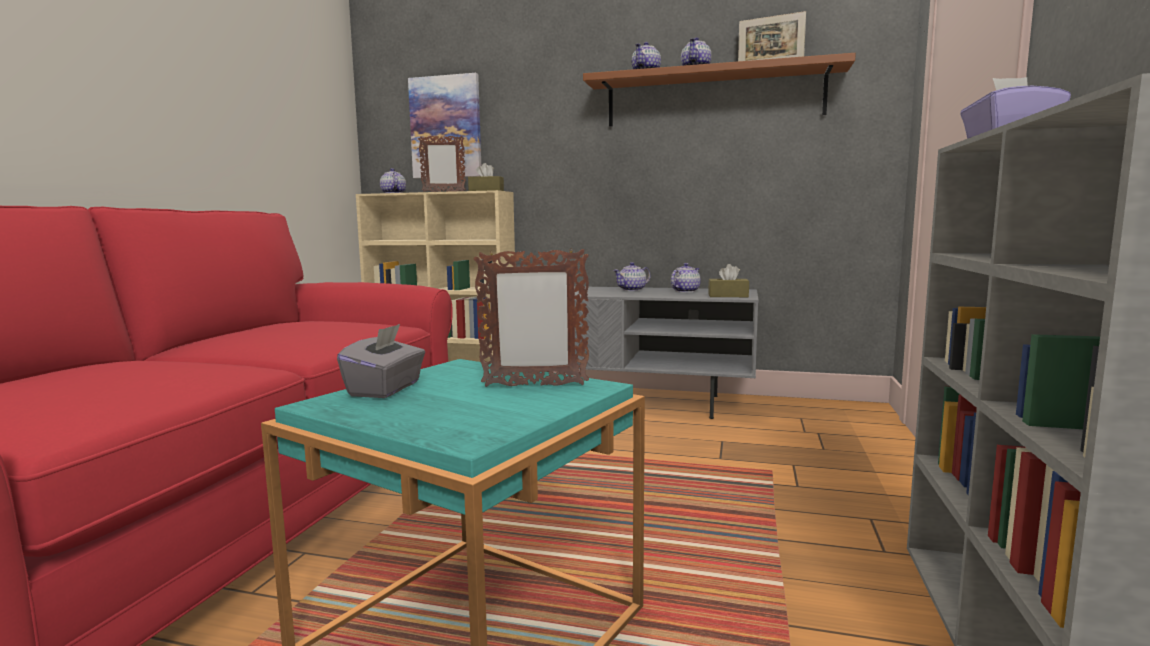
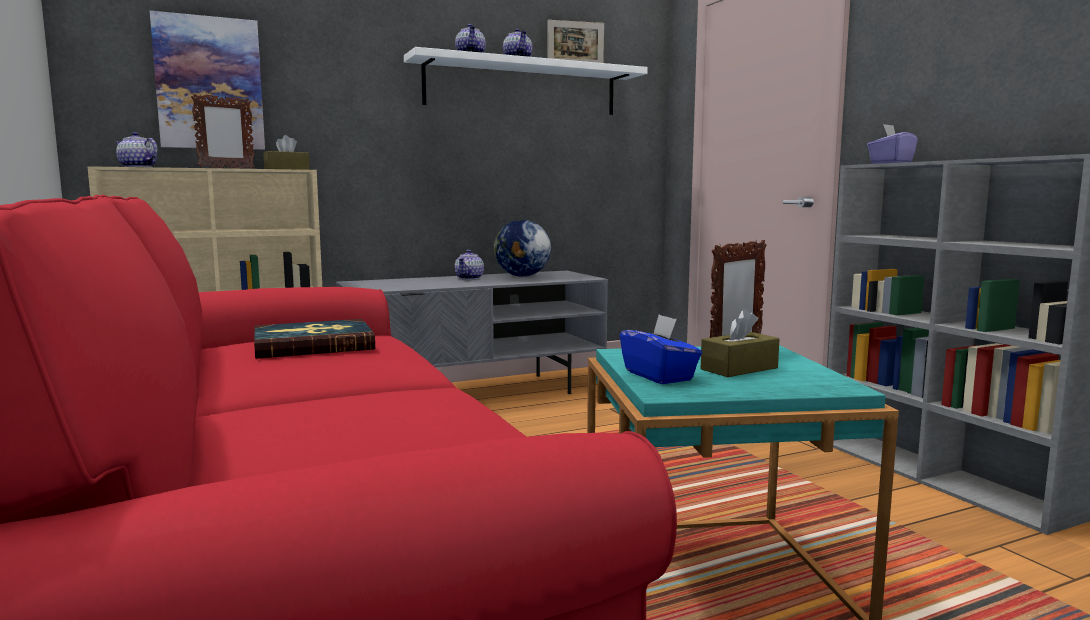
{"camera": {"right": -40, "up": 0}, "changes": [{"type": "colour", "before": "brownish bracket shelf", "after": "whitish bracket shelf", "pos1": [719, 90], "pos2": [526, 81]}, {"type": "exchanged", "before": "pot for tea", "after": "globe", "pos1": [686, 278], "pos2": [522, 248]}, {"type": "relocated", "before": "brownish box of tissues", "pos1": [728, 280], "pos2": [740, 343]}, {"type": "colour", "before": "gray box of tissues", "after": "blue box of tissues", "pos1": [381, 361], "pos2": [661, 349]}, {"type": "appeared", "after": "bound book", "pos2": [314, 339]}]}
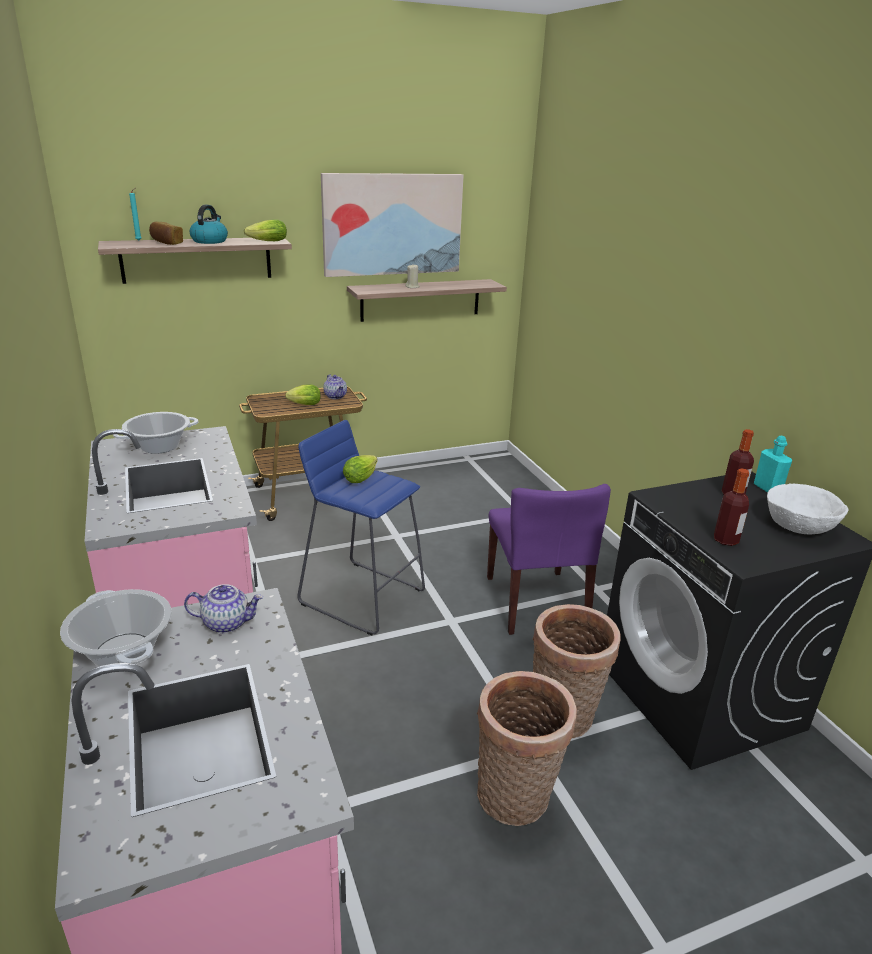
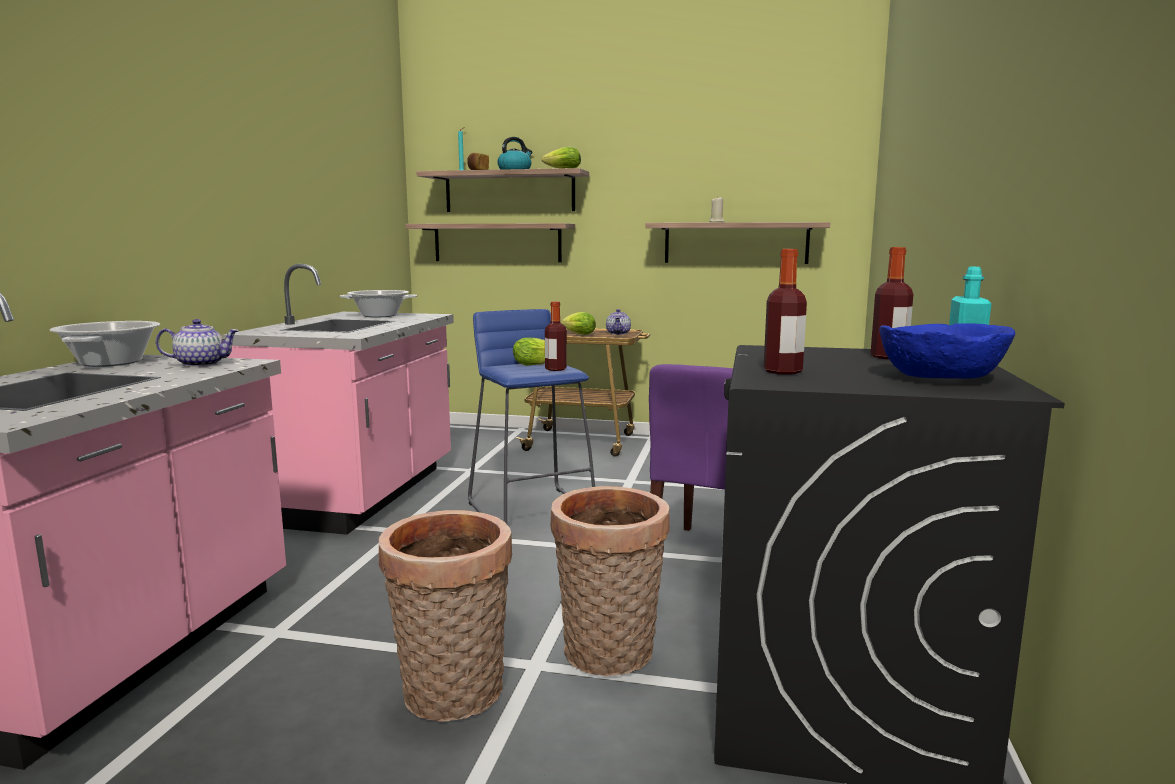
{"camera": {"right": 35, "up": -15}, "changes": [{"type": "missing", "before": "wall art", "pos1": [392, 225]}, {"type": "colour", "before": "whitish bowl", "after": "blue bowl", "pos1": [808, 509], "pos2": [947, 351]}, {"type": "spun", "before": "pot for tea", "pos1": [223, 608], "pos2": [197, 343], "turn": -45}, {"type": "appeared", "after": "bracket shelf", "pos2": [490, 242]}, {"type": "appeared", "after": "drink bottle", "pos2": [556, 336]}]}
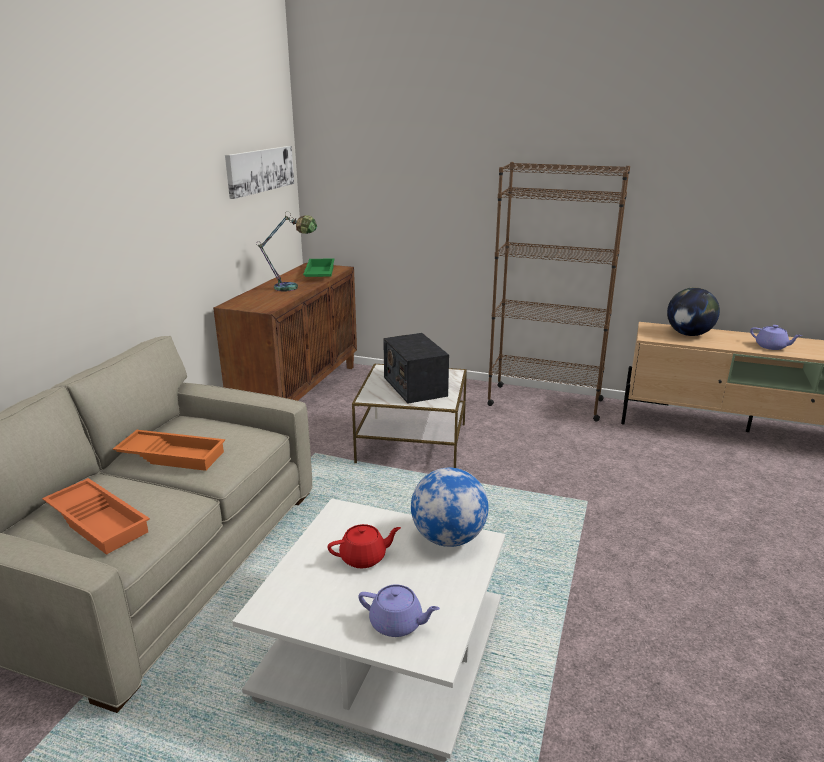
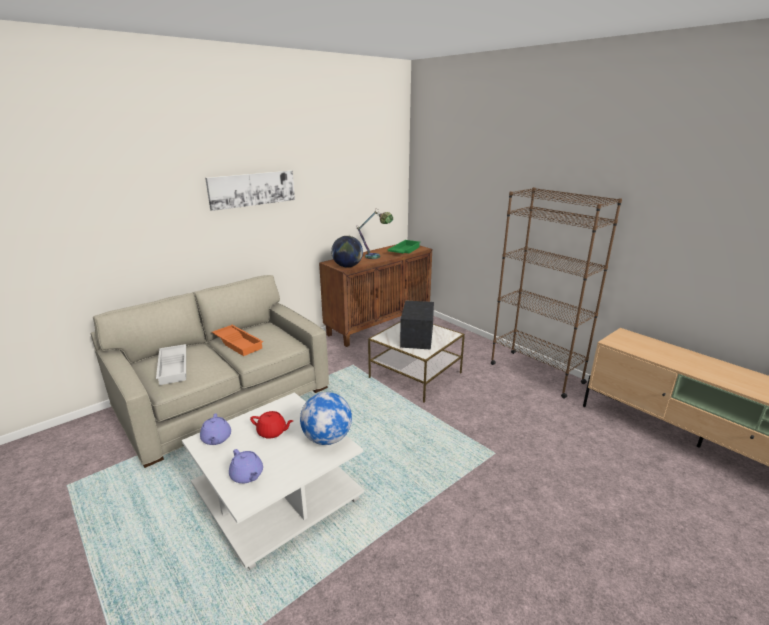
{"camera": {"right": 30, "up": 0}, "changes": [{"type": "relocated", "before": "wall art", "pos1": [259, 172], "pos2": [250, 190]}, {"type": "relocated", "before": "globe", "pos1": [693, 311], "pos2": [347, 252]}, {"type": "relocated", "before": "purplish pot for tea", "pos1": [776, 337], "pos2": [215, 429]}, {"type": "colour", "before": "orange-coloured serving tray", "after": "whitish serving tray", "pos1": [96, 516], "pos2": [171, 364]}]}
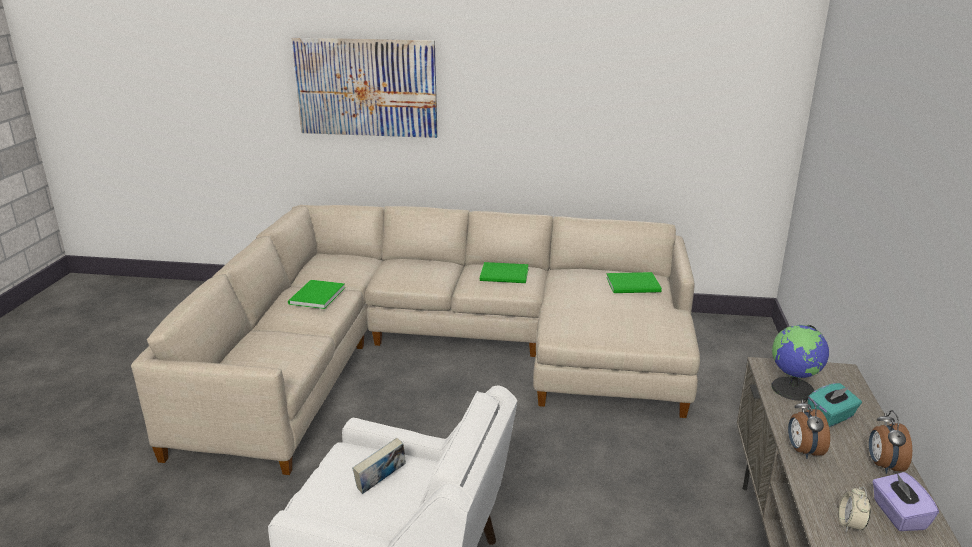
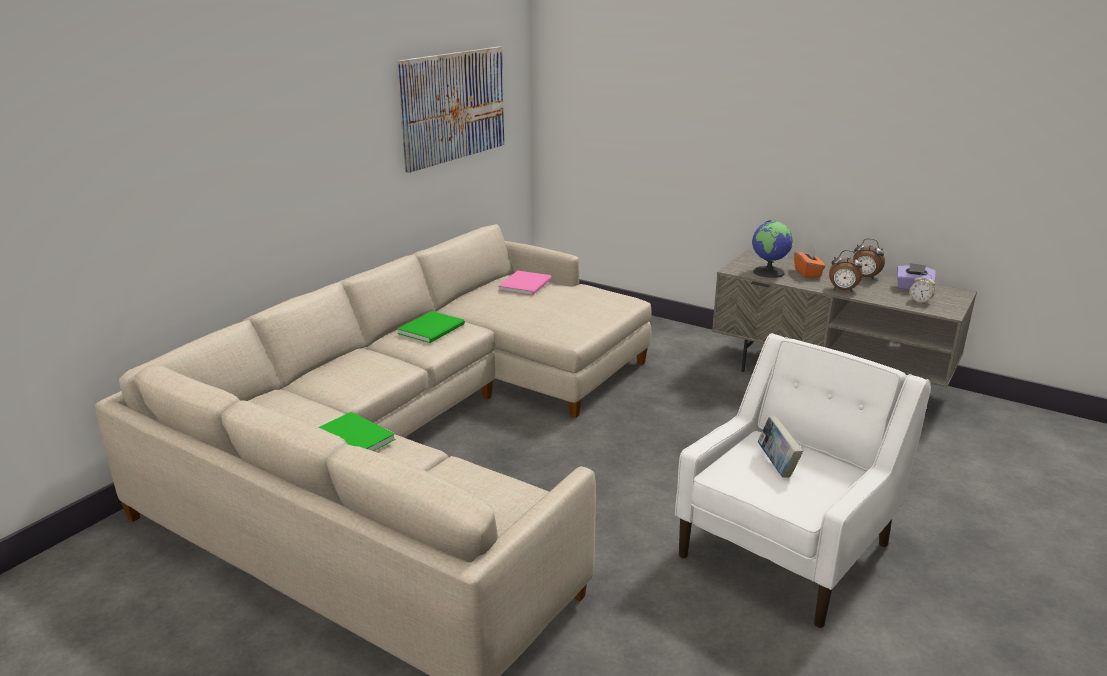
{"camera": {"right": -65, "up": 0}, "changes": [{"type": "relocated", "before": "wall art", "pos1": [364, 88], "pos2": [450, 110]}, {"type": "colour", "before": "green bound book", "after": "pinkish bound book", "pos1": [634, 282], "pos2": [525, 283]}, {"type": "colour", "before": "turquoise-coloured box of tissues", "after": "orange-coloured box of tissues", "pos1": [835, 405], "pos2": [809, 262]}]}
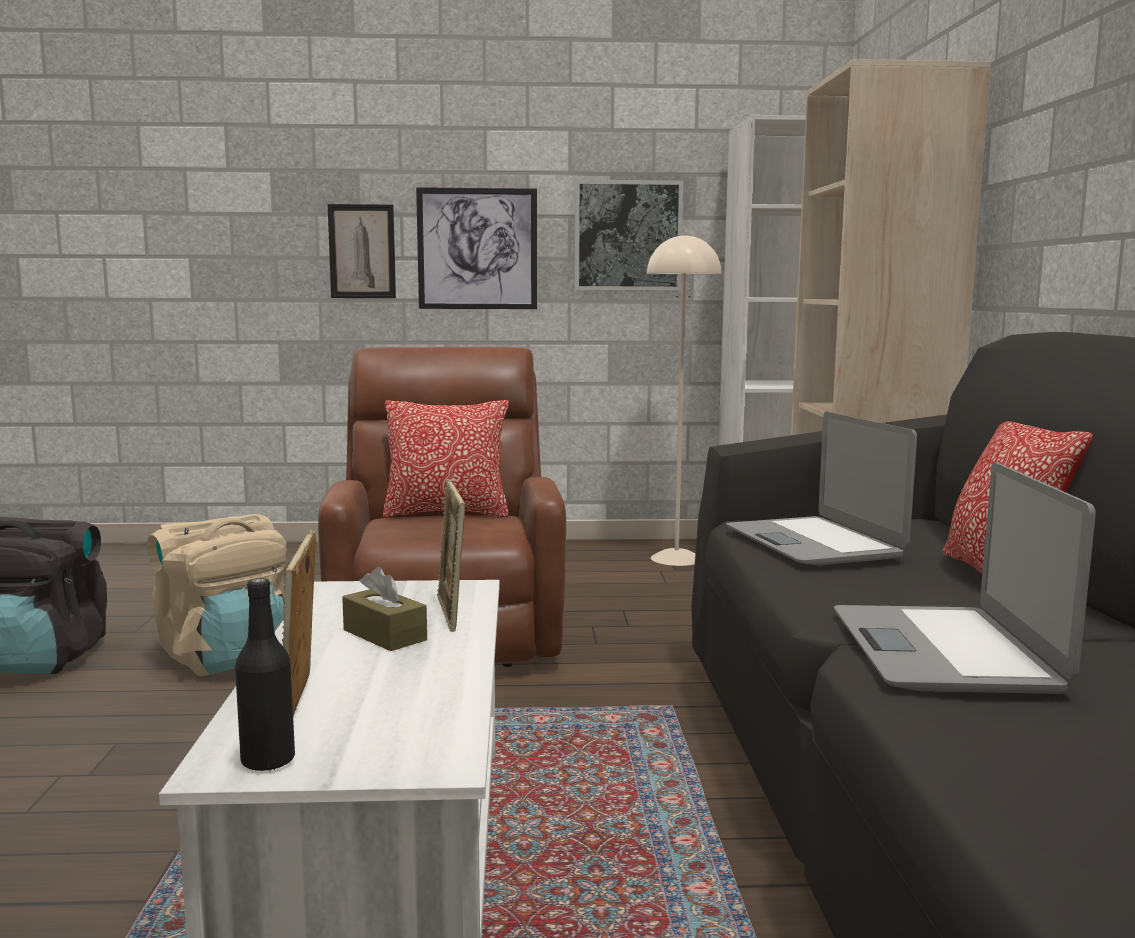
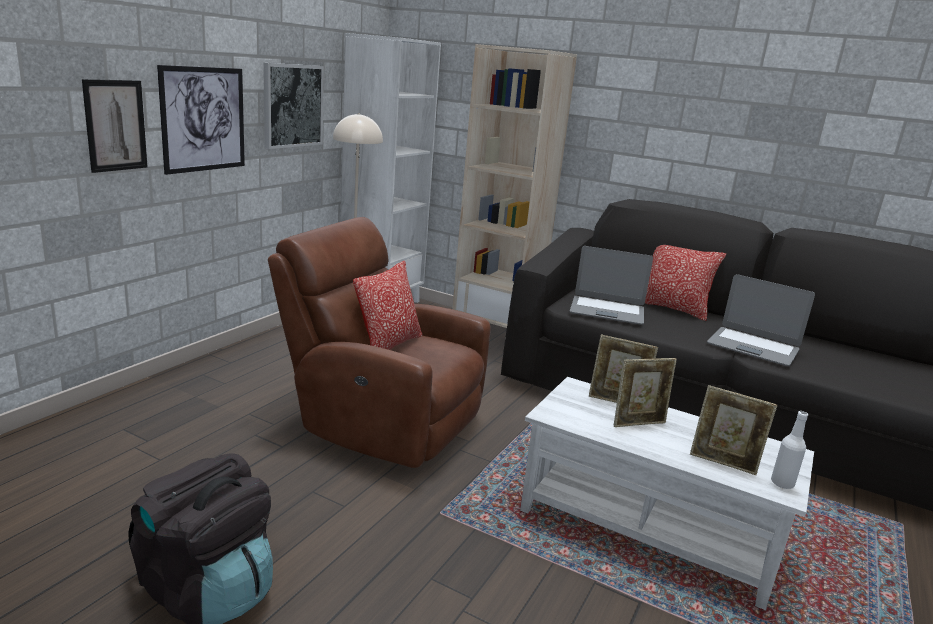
{"camera": {"right": -60, "up": 10}, "changes": [{"type": "missing", "before": "sand-coloured rucksack", "pos1": [216, 595]}, {"type": "exchanged", "before": "brownish box of tissues", "after": "standing frame", "pos1": [384, 609], "pos2": [645, 392]}, {"type": "colour", "before": "black drink bottle", "after": "whitish drink bottle", "pos1": [265, 674], "pos2": [789, 450]}]}
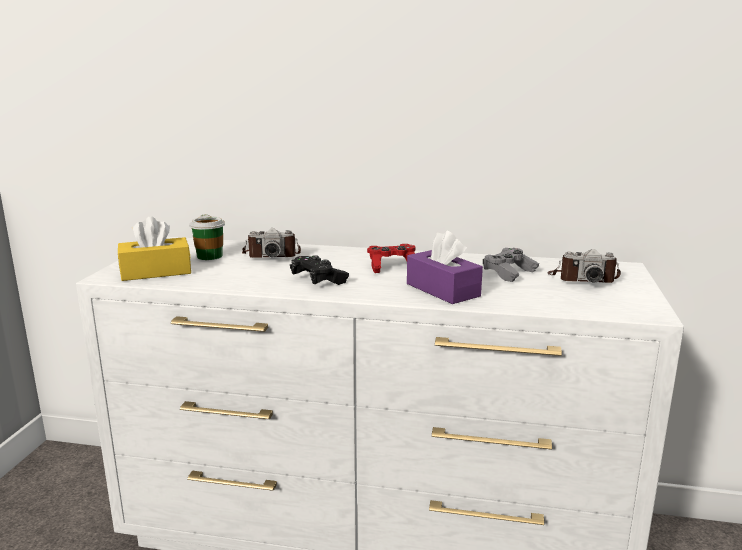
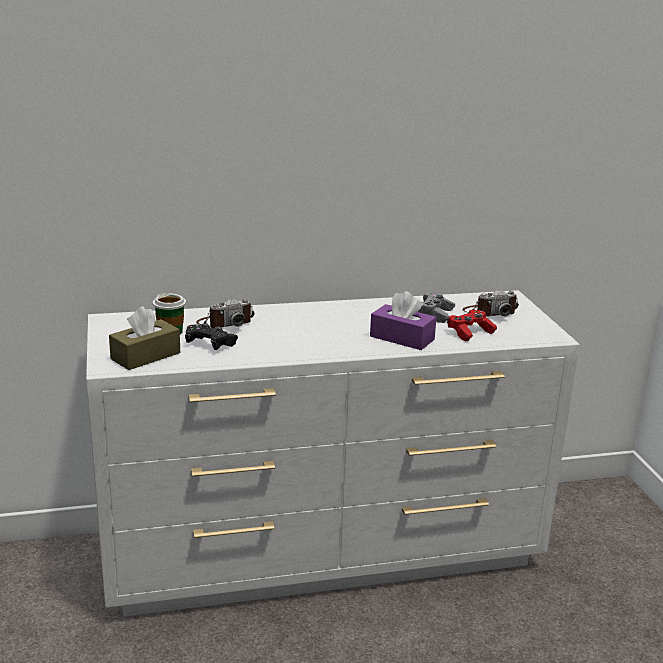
{"camera": {"right": -25, "up": 5}, "changes": [{"type": "colour", "before": "yellow-coloured box of tissues", "after": "brownish box of tissues", "pos1": [154, 248], "pos2": [144, 338]}, {"type": "relocated", "before": "reddish joypad", "pos1": [391, 258], "pos2": [472, 325]}, {"type": "relocated", "before": "black joypad", "pos1": [319, 270], "pos2": [211, 336]}]}
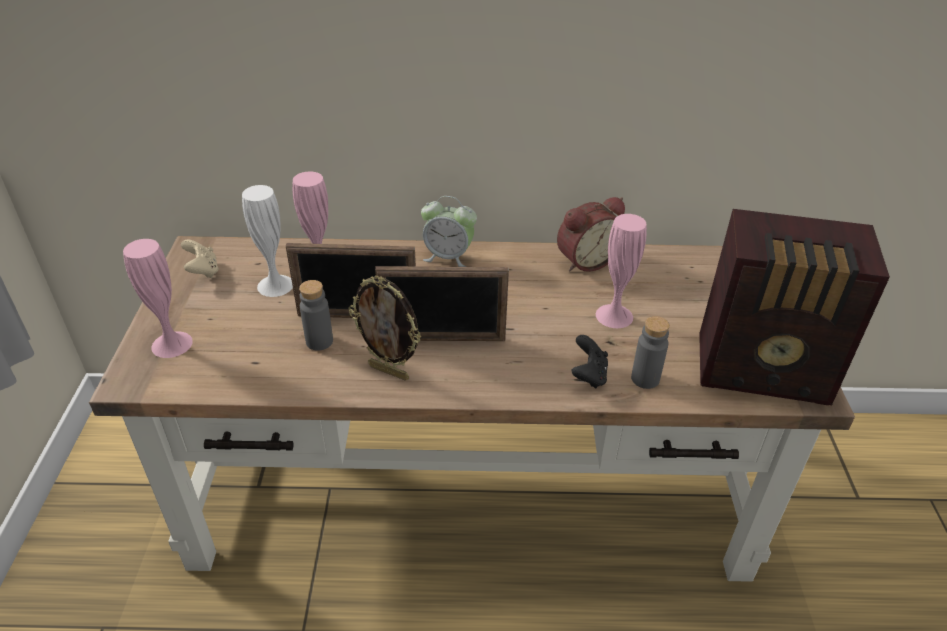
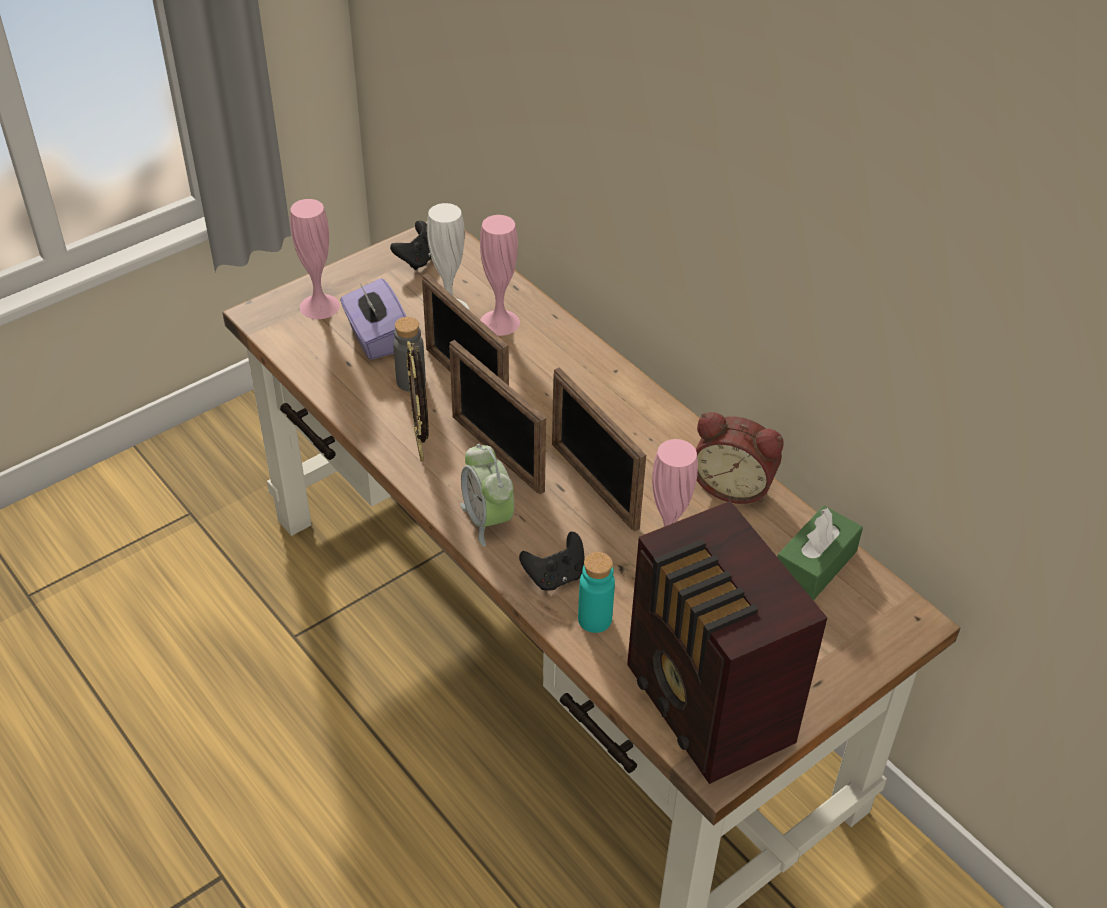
{"camera": {"right": 50, "up": 5}, "changes": [{"type": "relocated", "before": "alarm clock", "pos1": [449, 231], "pos2": [487, 495]}, {"type": "colour", "before": "sand-coloured joypad", "after": "black joypad", "pos1": [200, 259], "pos2": [410, 245]}, {"type": "colour", "before": "gray drink bottle", "after": "turquoise-coloured drink bottle", "pos1": [650, 352], "pos2": [596, 592]}, {"type": "appeared", "after": "purplish box of tissues", "pos2": [373, 319]}, {"type": "appeared", "after": "standing frame", "pos2": [599, 449]}, {"type": "appeared", "after": "green box of tissues", "pos2": [820, 553]}]}
